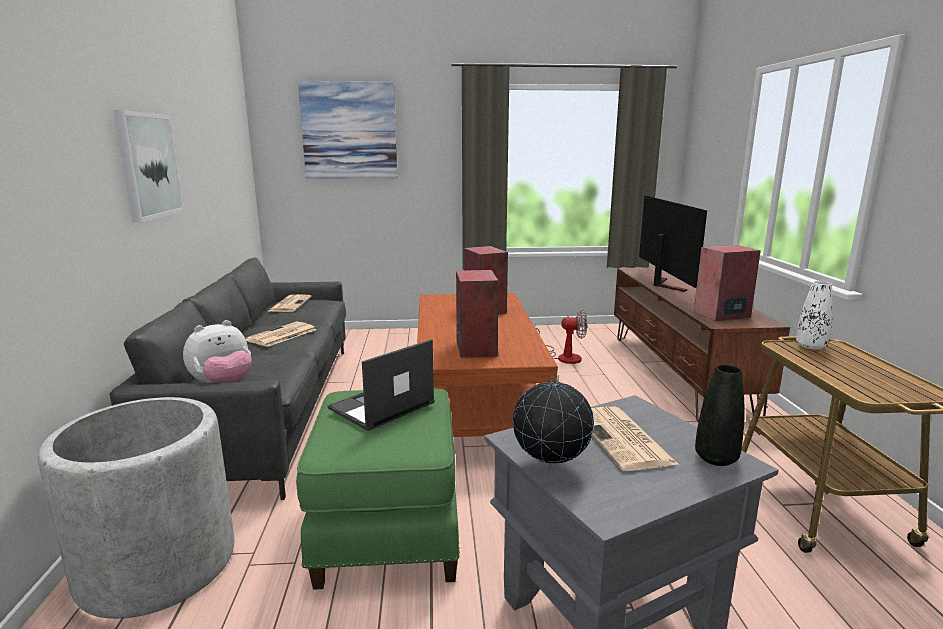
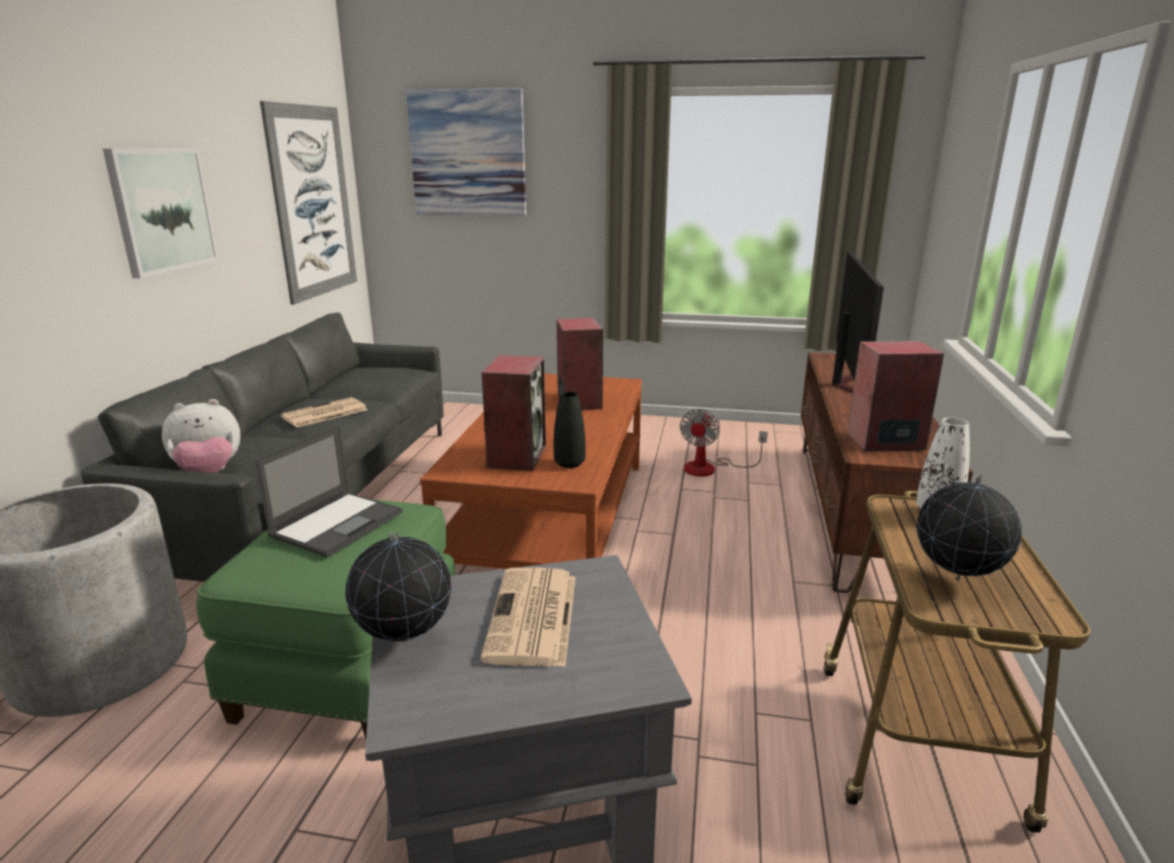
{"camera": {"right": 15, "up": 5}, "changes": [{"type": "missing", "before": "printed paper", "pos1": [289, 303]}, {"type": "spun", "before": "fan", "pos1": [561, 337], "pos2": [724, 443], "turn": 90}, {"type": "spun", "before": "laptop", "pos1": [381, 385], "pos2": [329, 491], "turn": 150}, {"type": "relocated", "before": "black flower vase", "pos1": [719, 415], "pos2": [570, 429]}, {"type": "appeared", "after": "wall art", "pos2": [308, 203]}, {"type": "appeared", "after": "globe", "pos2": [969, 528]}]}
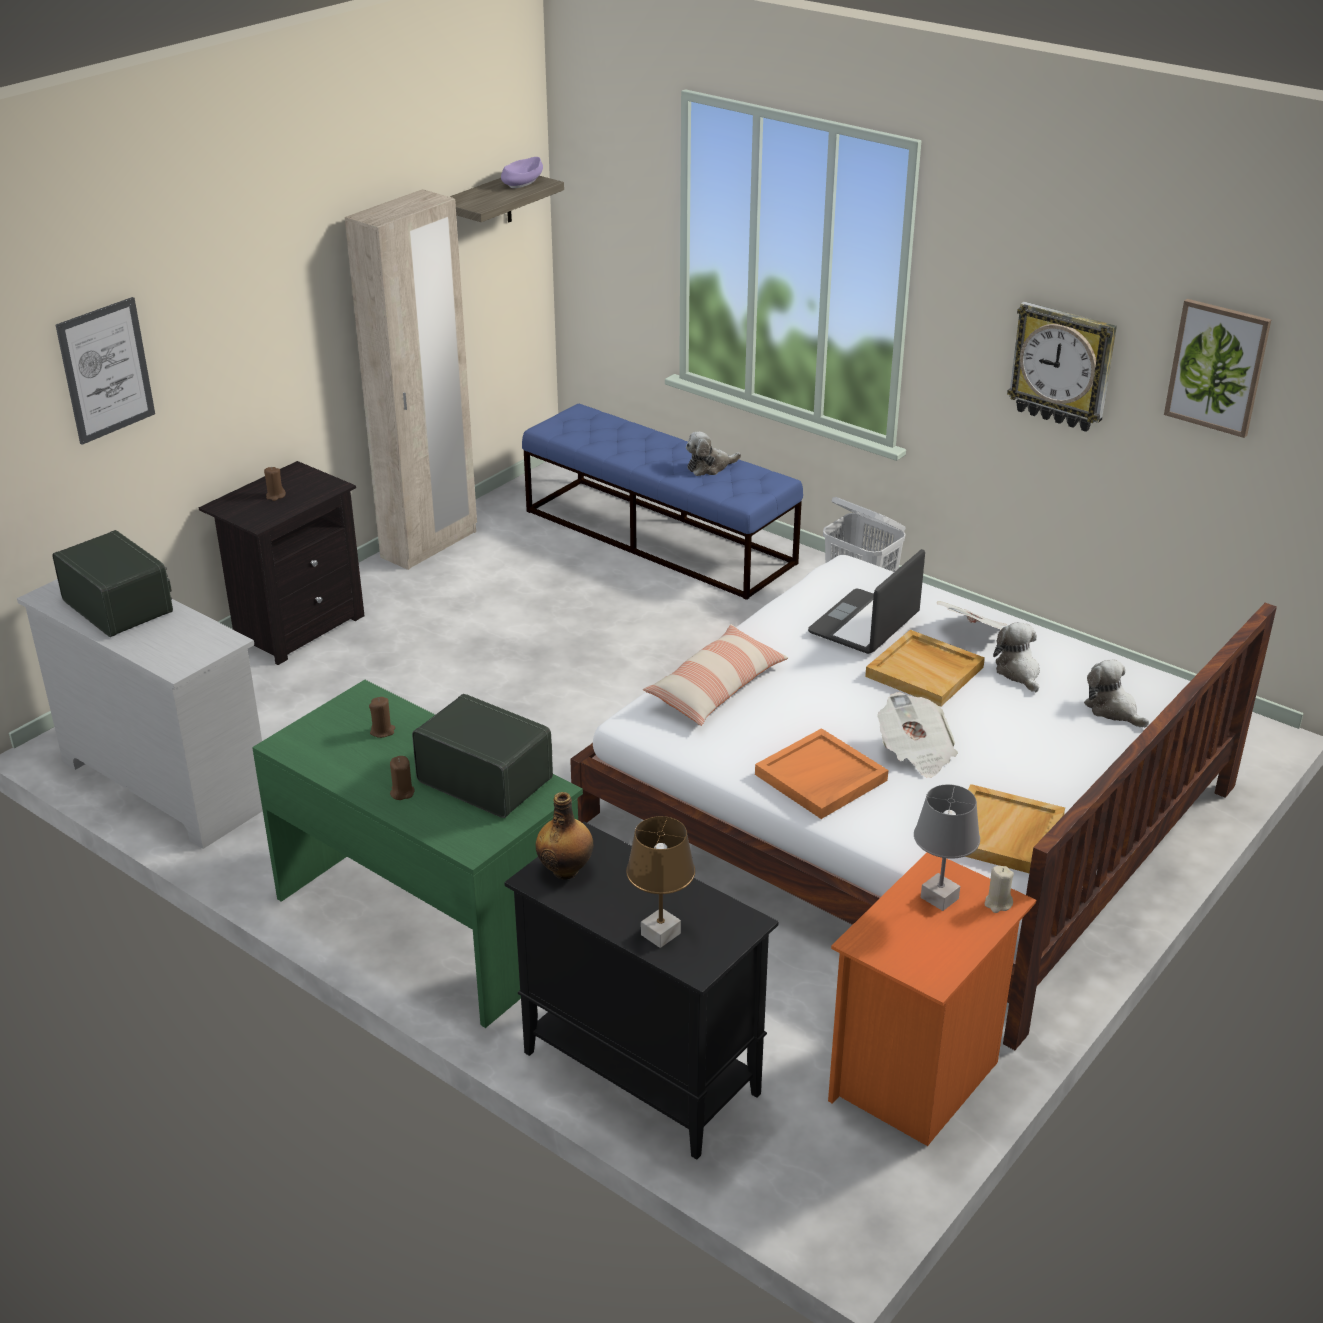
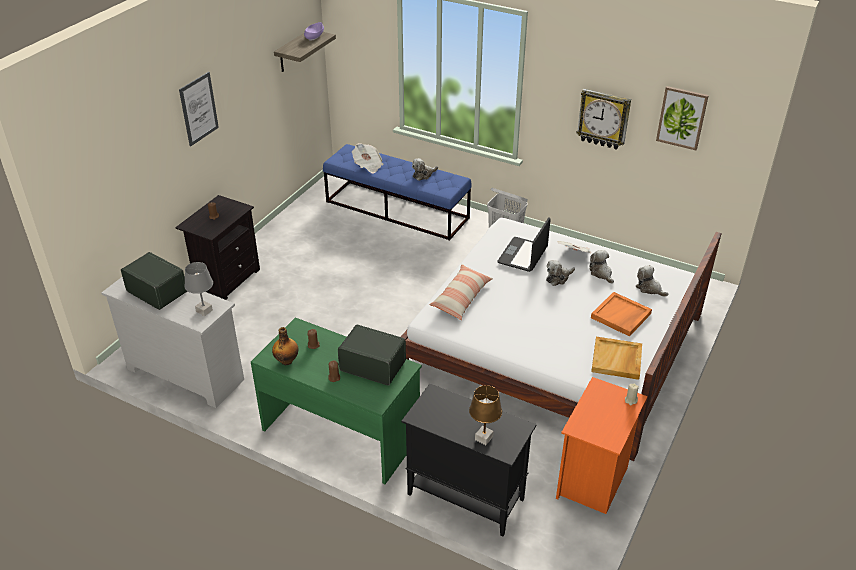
{"camera": {"right": -10, "up": 5}, "changes": [{"type": "missing", "before": "sand-coloured clothes cupboard", "pos1": [411, 379]}, {"type": "relocated", "before": "wall art", "pos1": [105, 371], "pos2": [199, 109]}, {"type": "exchanged", "before": "sand-coloured serving tray", "after": "cuddly toy", "pos1": [925, 668], "pos2": [560, 273]}, {"type": "relocated", "before": "printed paper", "pos1": [917, 735], "pos2": [367, 158]}, {"type": "relocated", "before": "orange-coloured serving tray", "pos1": [821, 773], "pos2": [621, 314]}, {"type": "relocated", "before": "gray table lamp", "pos1": [947, 847], "pos2": [198, 289]}, {"type": "relocated", "before": "drink bottle", "pos1": [564, 836], "pos2": [285, 346]}]}
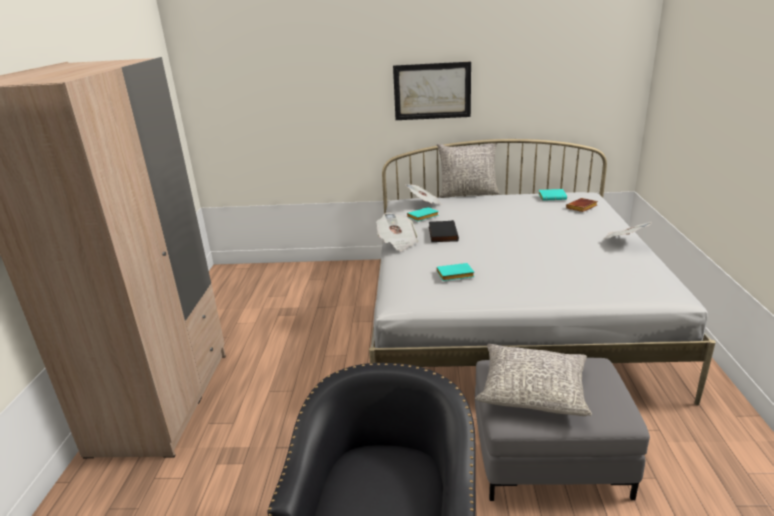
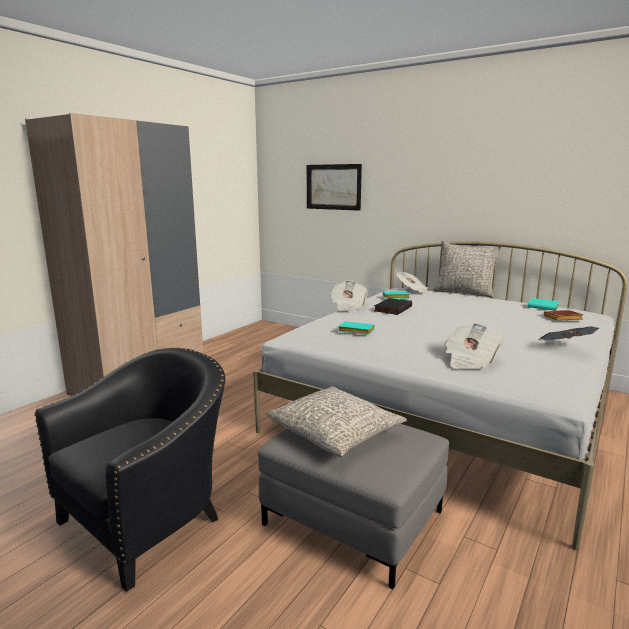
{"camera": {"right": 30, "up": -10}, "changes": [{"type": "relocated", "before": "wall art", "pos1": [432, 90], "pos2": [334, 187]}, {"type": "appeared", "after": "printed paper", "pos2": [474, 346]}]}
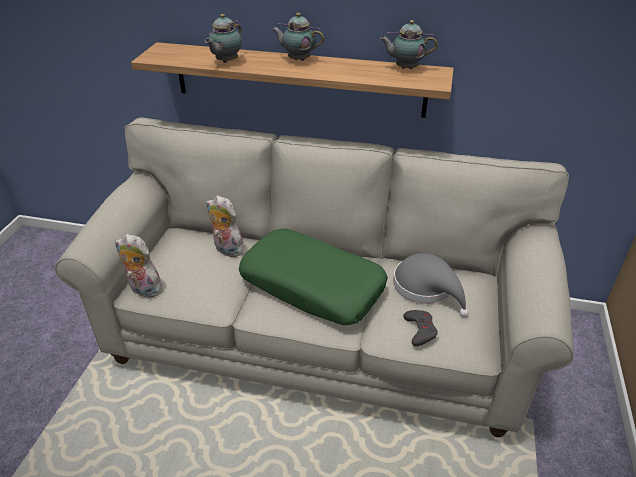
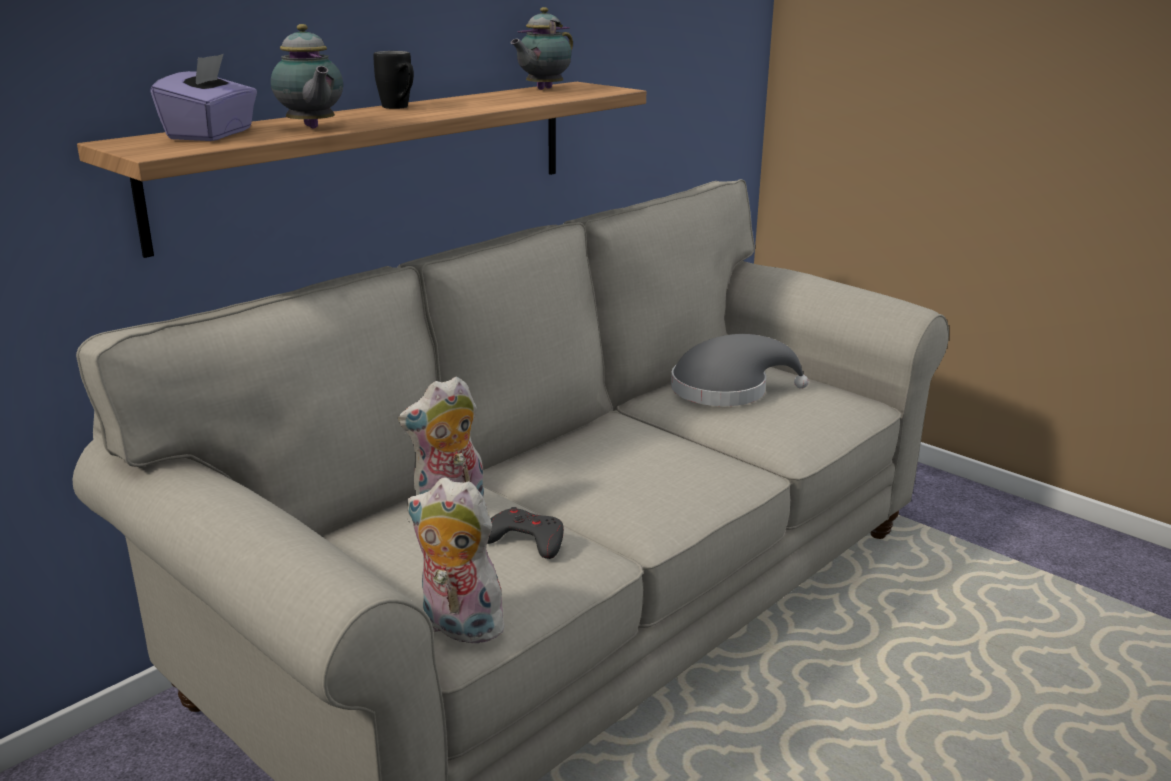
{"camera": {"right": -60, "up": -15}, "changes": [{"type": "exchanged", "before": "pot for tea", "after": "black mug", "pos1": [298, 37], "pos2": [393, 80]}, {"type": "missing", "before": "green cushion", "pos1": [313, 277]}, {"type": "spun", "before": "cuddly toy", "pos1": [139, 266], "pos2": [457, 560], "turn": 60}, {"type": "relocated", "before": "gray joypad", "pos1": [420, 328], "pos2": [525, 533]}, {"type": "appeared", "after": "purplish box of tissues", "pos2": [203, 97]}]}
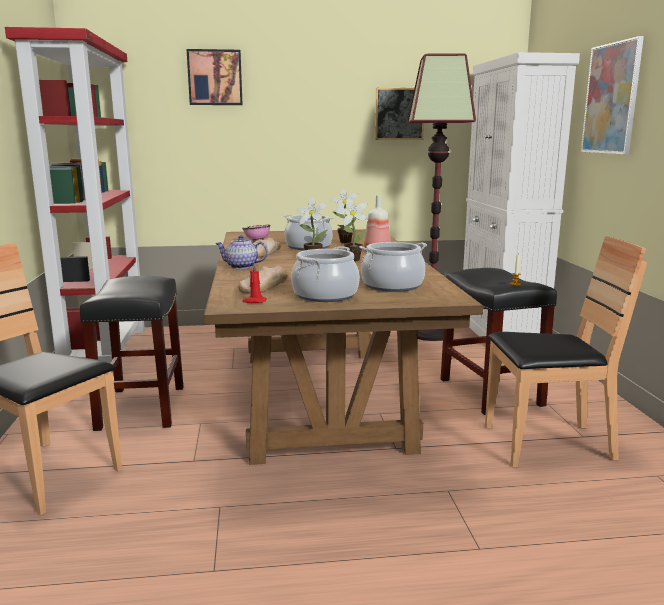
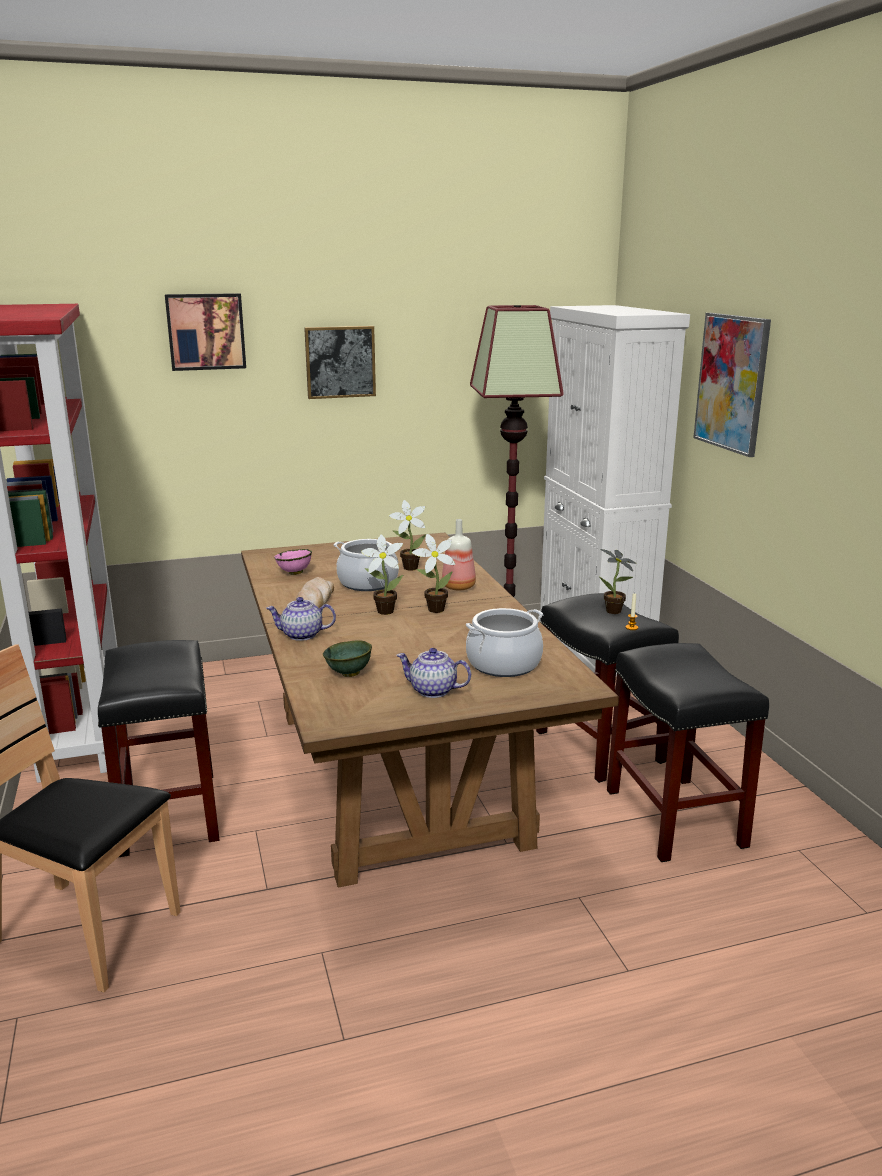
{"camera": {"right": -10, "up": 5}, "changes": [{"type": "relocated", "before": "wall art", "pos1": [399, 114], "pos2": [340, 362]}, {"type": "exchanged", "before": "brownish plain chair", "after": "black stool", "pos1": [566, 351], "pos2": [688, 752]}, {"type": "exchanged", "before": "stockpot", "after": "pot for tea", "pos1": [325, 274], "pos2": [434, 673]}, {"type": "missing", "before": "reddish candle", "pos1": [254, 283]}, {"type": "exchanged", "before": "bakery bread", "after": "green bowl", "pos1": [263, 280], "pos2": [347, 658]}, {"type": "appeared", "after": "plant in a pot", "pos2": [618, 581]}]}
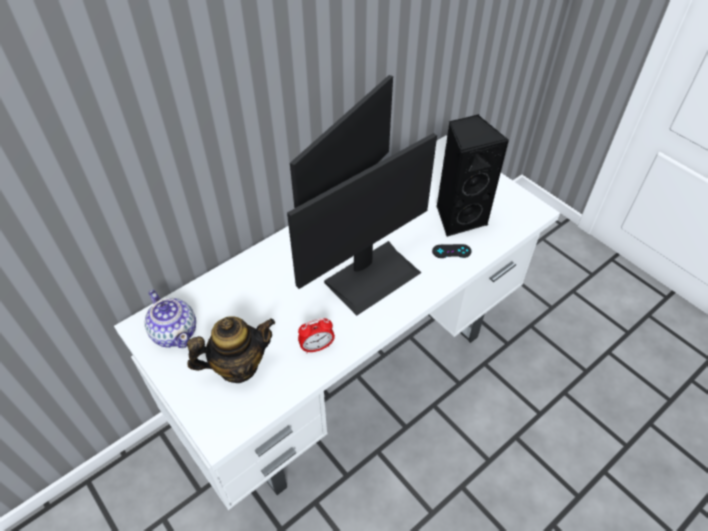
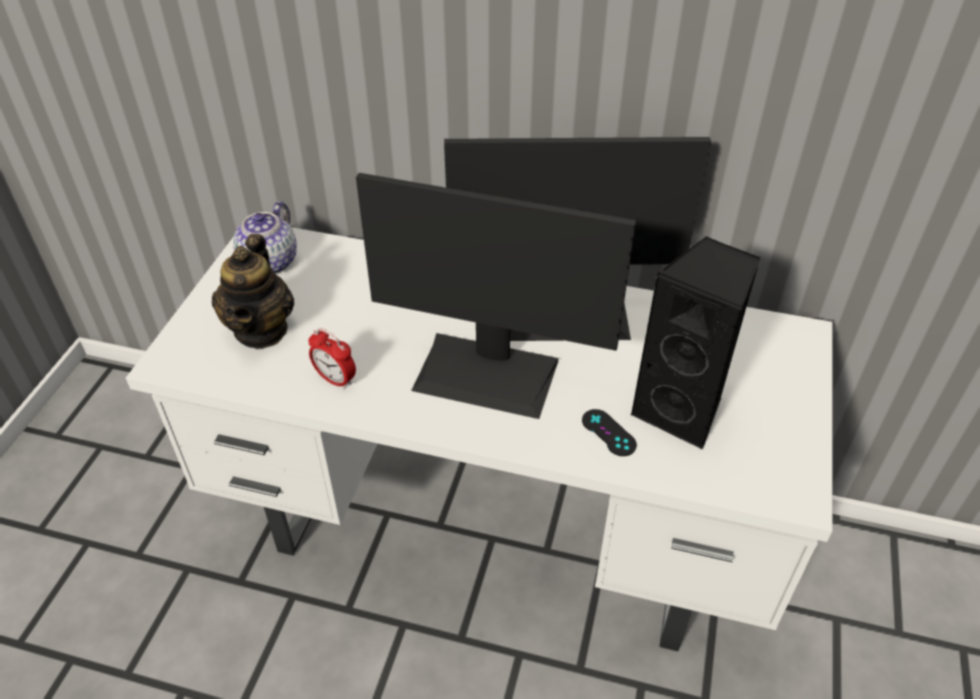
{"camera": {"right": 55, "up": -5}, "changes": [{"type": "spun", "before": "pot for tea", "pos1": [231, 349], "pos2": [253, 291], "turn": 60}]}
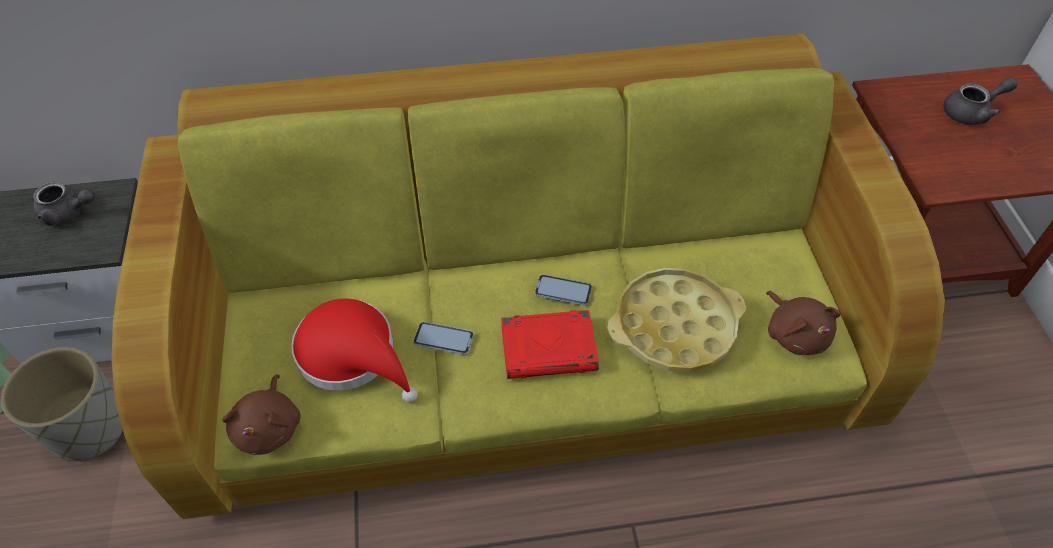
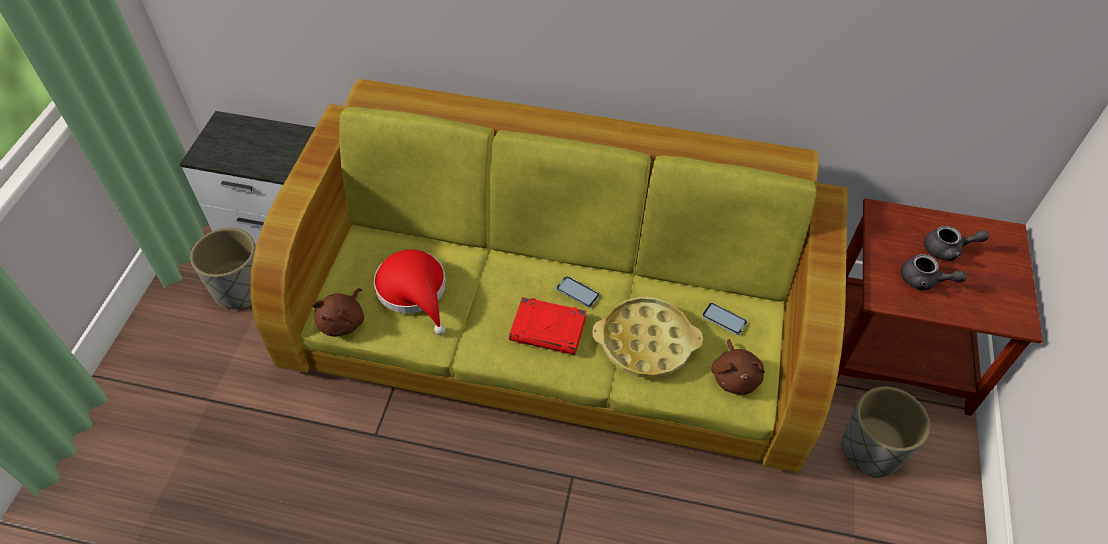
{"camera": {"right": 20, "up": 0}, "changes": [{"type": "relocated", "before": "gray pot for tea", "pos1": [64, 204], "pos2": [934, 272]}, {"type": "relocated", "before": "phone", "pos1": [443, 338], "pos2": [724, 319]}, {"type": "appeared", "after": "gray planter", "pos2": [885, 432]}]}
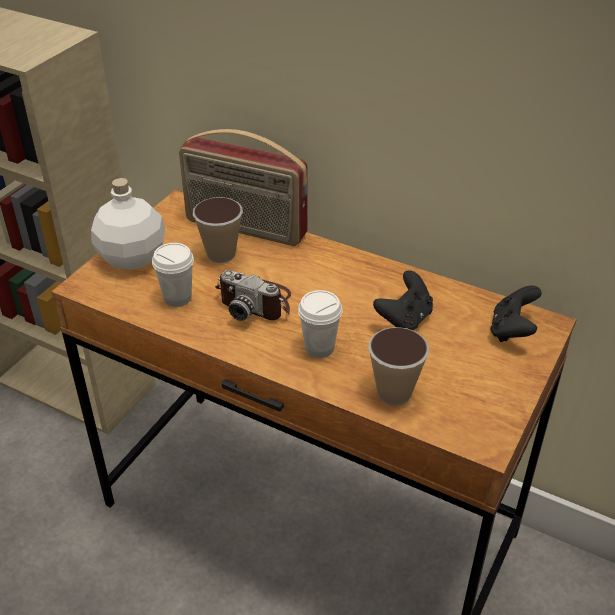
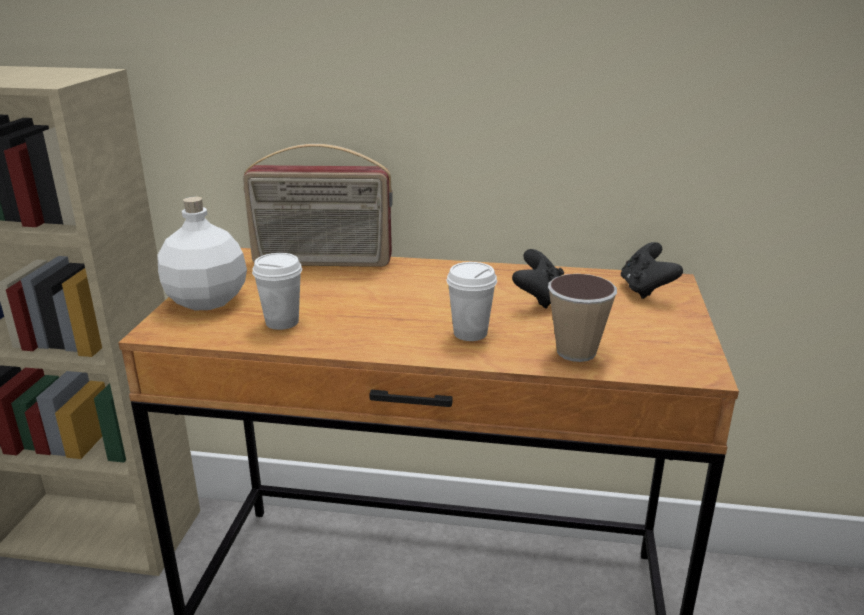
{"camera": {"right": -20, "up": -15}, "changes": [{"type": "missing", "before": "cup", "pos1": [218, 230]}, {"type": "missing", "before": "still camera", "pos1": [253, 295]}]}
